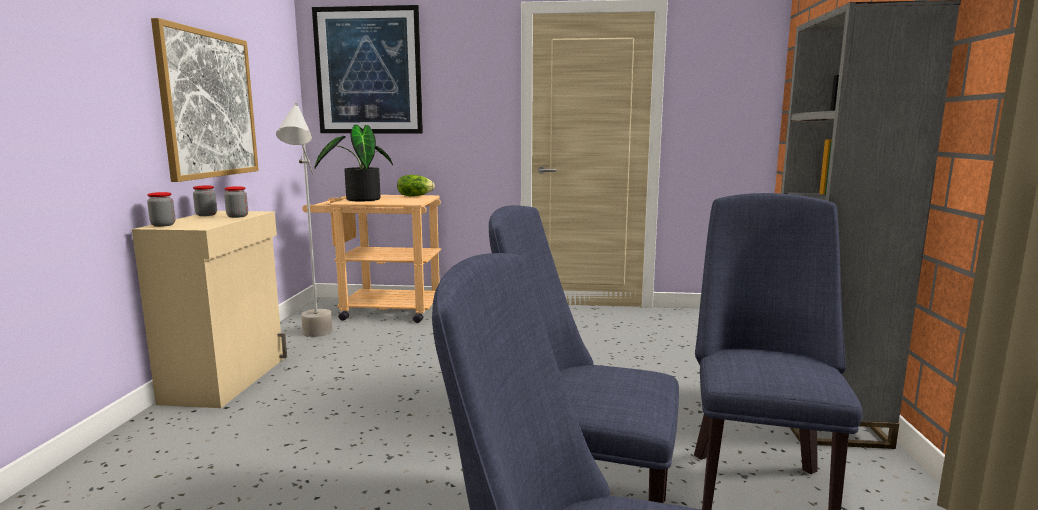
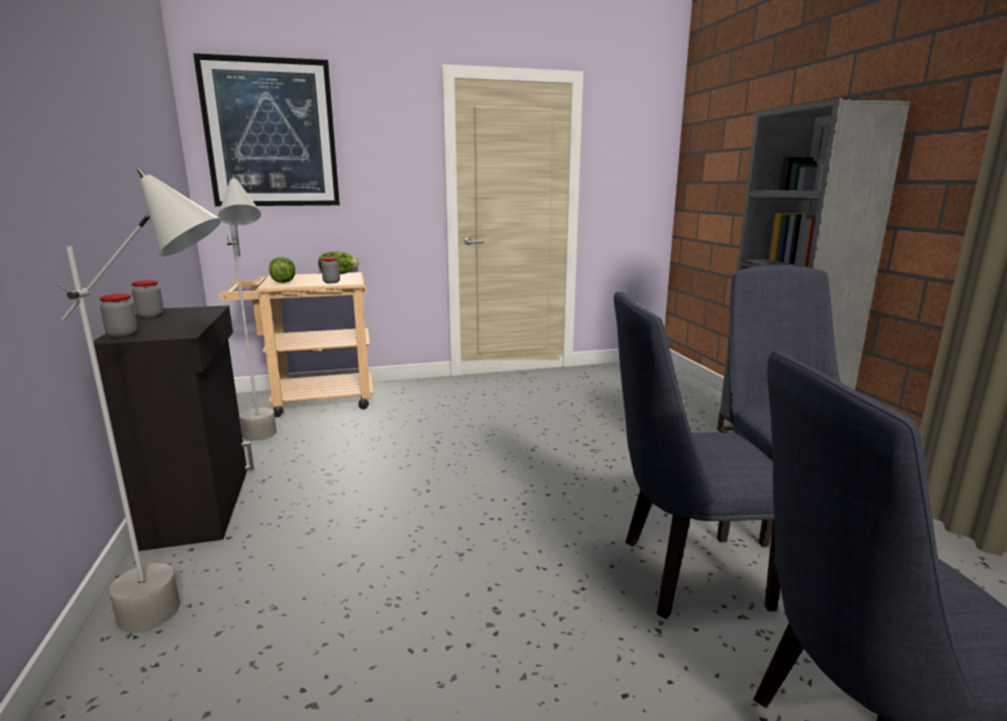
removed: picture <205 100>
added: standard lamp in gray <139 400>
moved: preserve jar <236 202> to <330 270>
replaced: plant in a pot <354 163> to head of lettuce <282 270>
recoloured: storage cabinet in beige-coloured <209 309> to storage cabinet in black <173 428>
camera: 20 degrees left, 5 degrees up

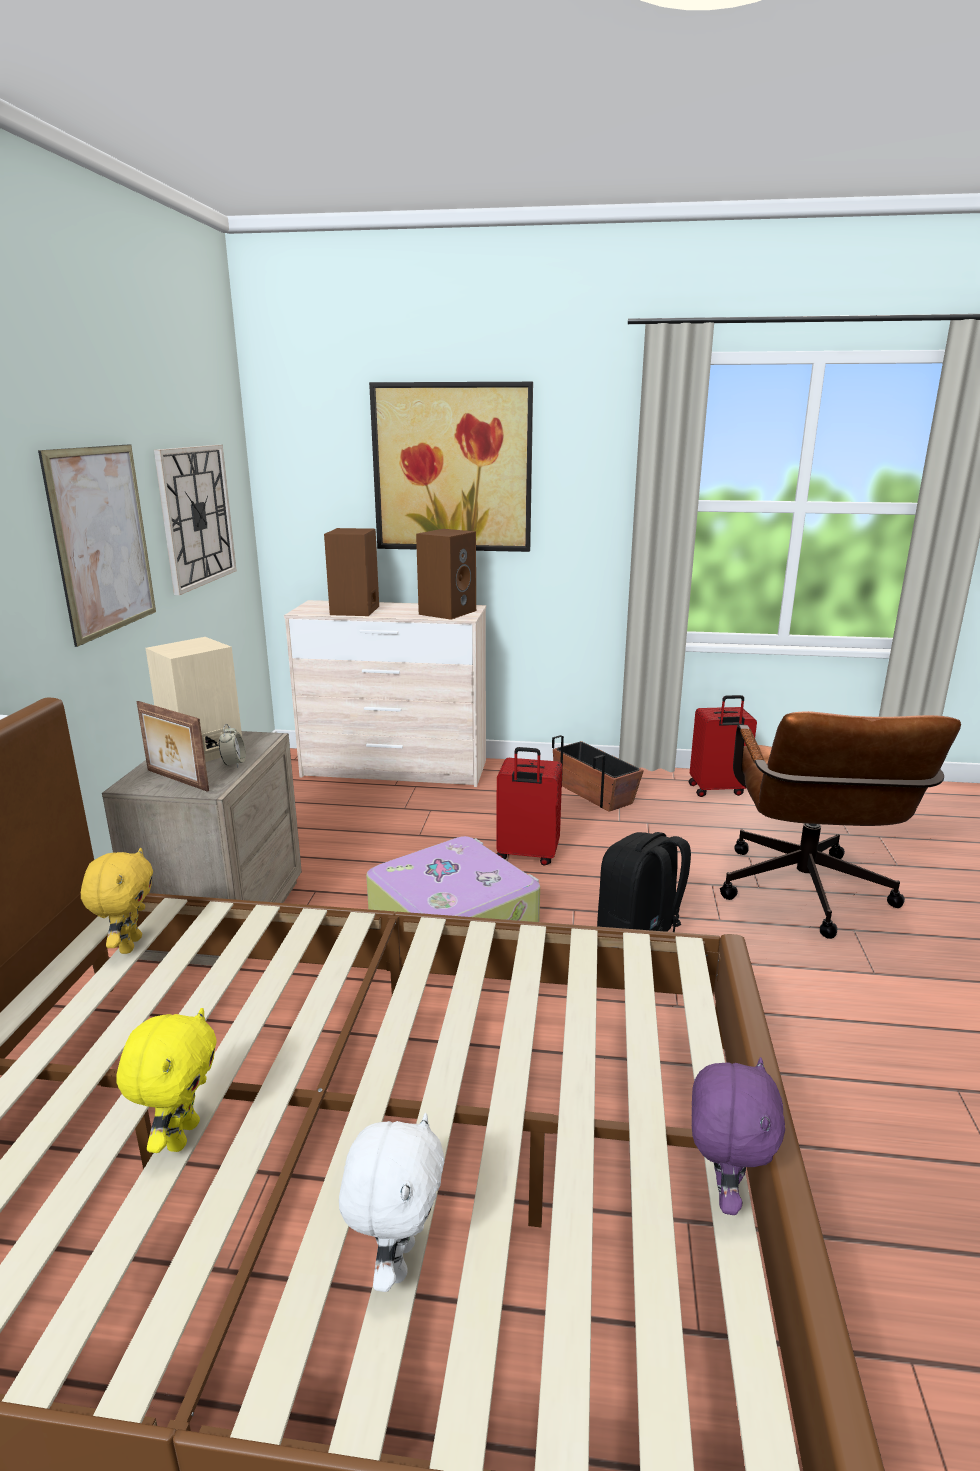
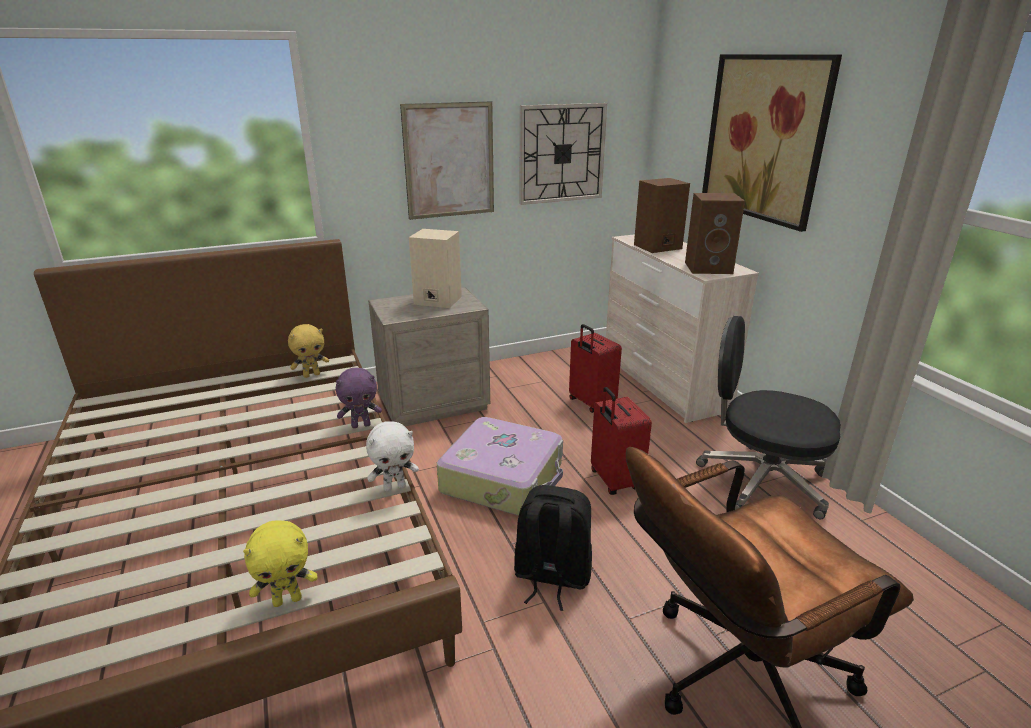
removed: photo frame <172 746>; table clock <232 746>
moved: soft toy in yellow <166 1080> to <280 564>; soft toy in purple <738 1136> to <359 398>; soft toy in whitish <391 1202> to <392 457>; suitcase in red-coloured <723 746> to <595 368>
replaced: flower pot <598 773> to office chair in black <768 417>
camera: 60 degrees right, 5 degrees up

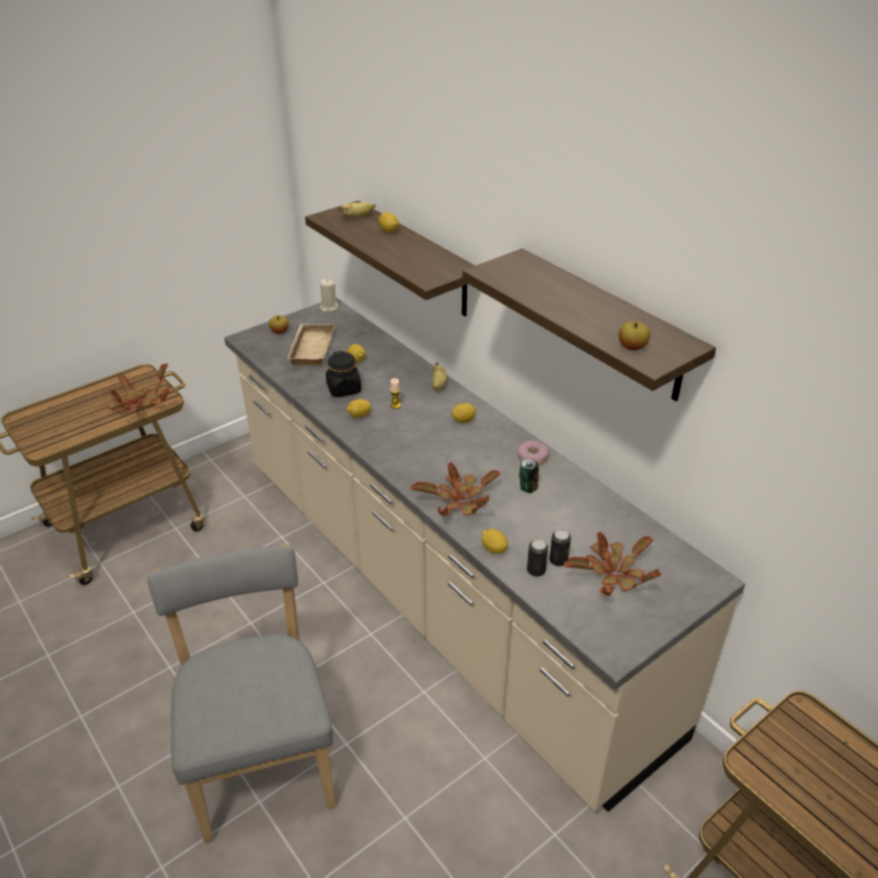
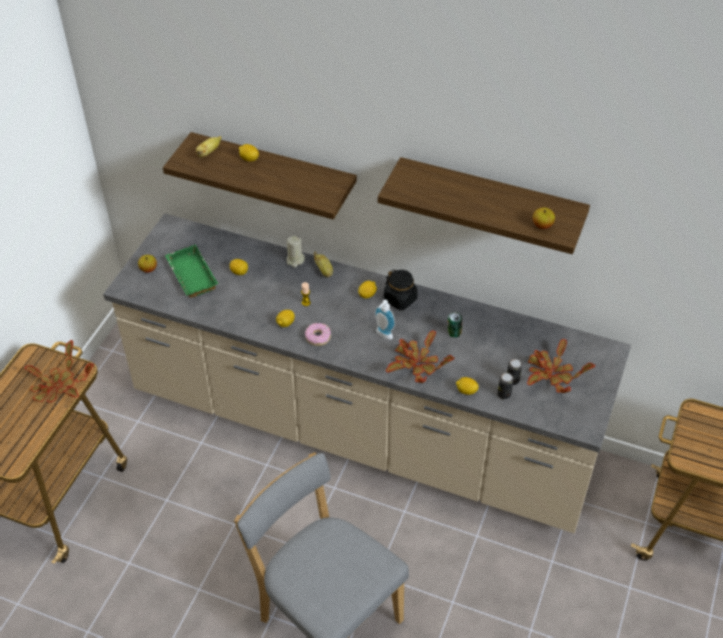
added: soap bottle <385 320>
moved: wax candle in beige-coloured <329 295> to <296 252>; doughnut <533 453> to <318 334>; preserve jar in black <343 374> to <401 290>
recoloured: carrying tray in beige-coloured <311 345> to carrying tray in greenish <191 271>
camera: 30 degrees left, 10 degrees up

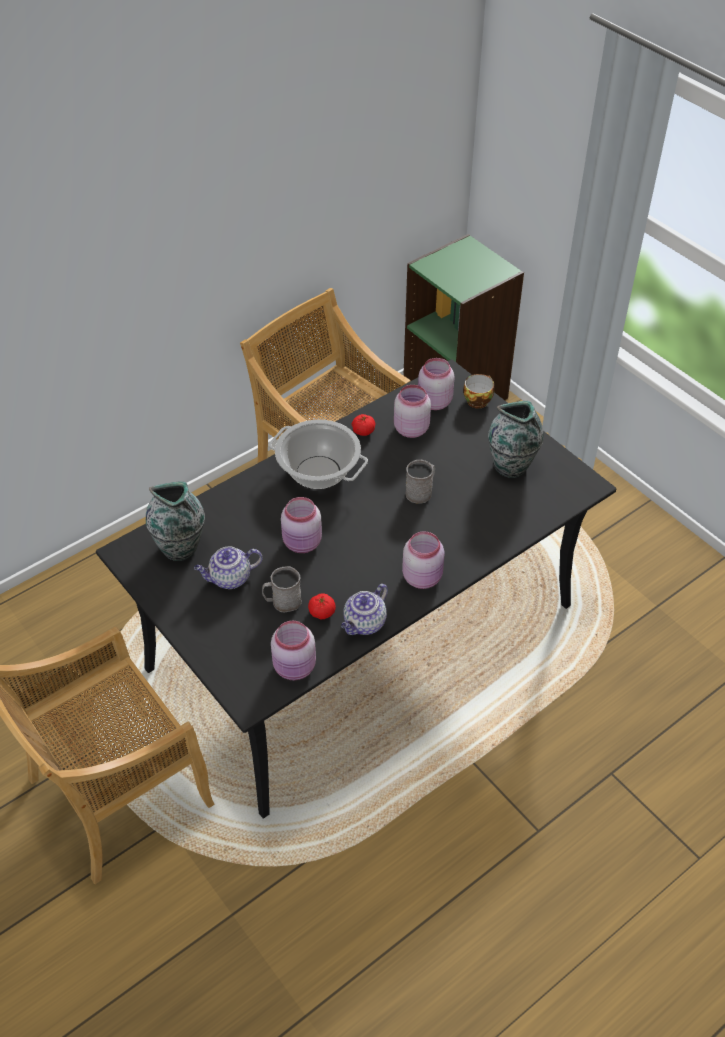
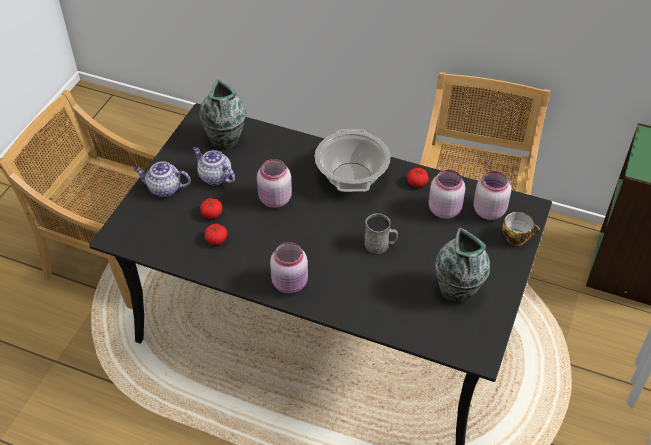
removed: preserve jar in pink <293 650>
moved: tea pot <364 609> to <162 179>
replaced: coffee mug in gray <282 589> to fresh tomato <211 208>
camera: 60 degrees right, 0 degrees up

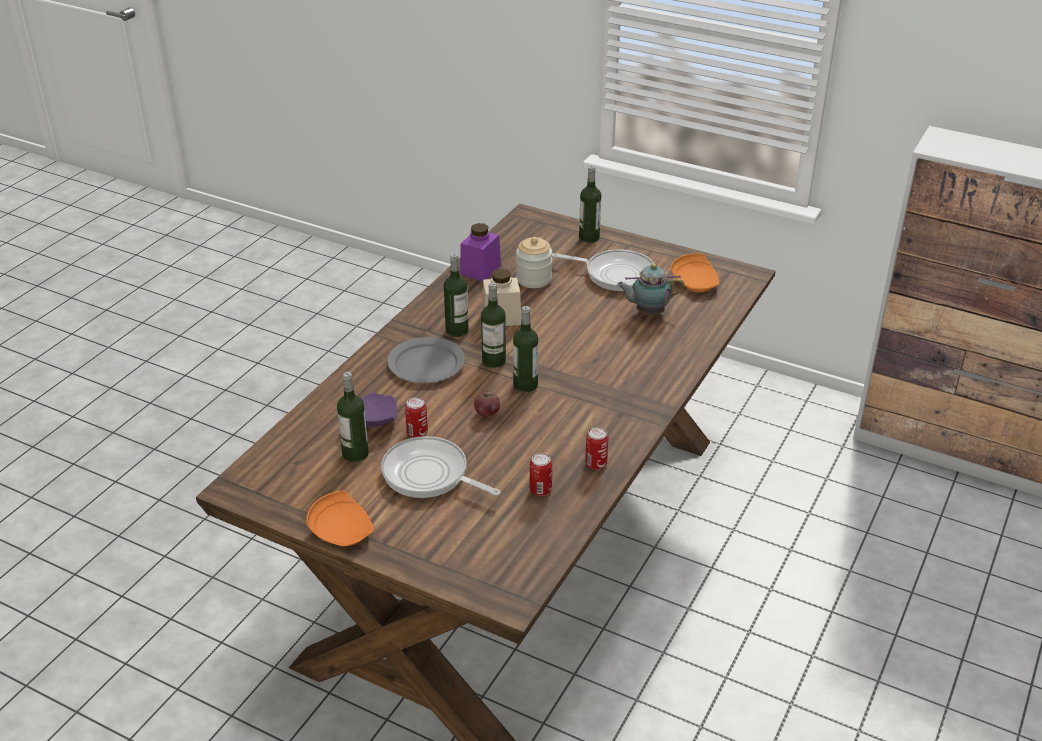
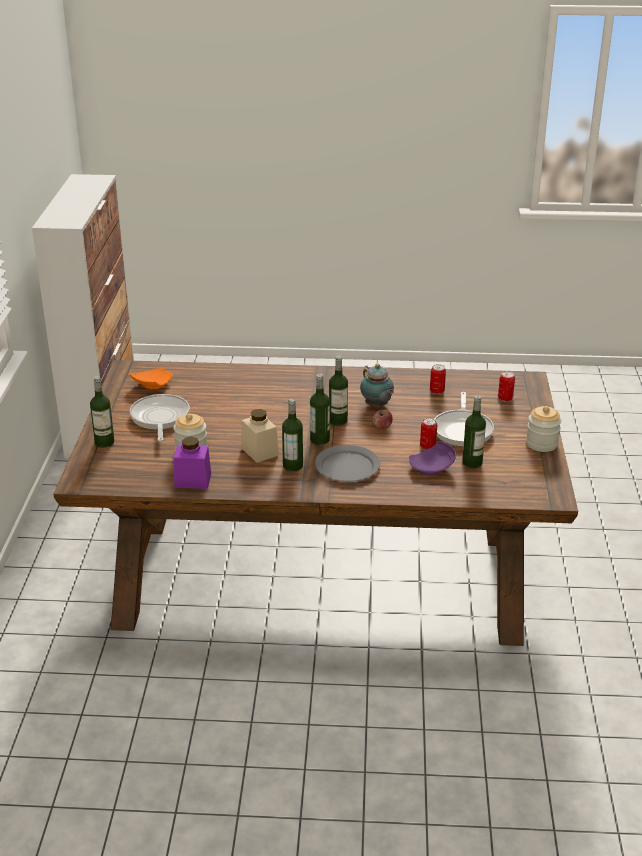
moved: tea pot <651 289> to <377 385>; metal can <596 448> to <506 386>
replaced: dinner plate in orange-coloured <339 518> to preserve jar <543 429>
camera: 115 degrees left, 5 degrees down

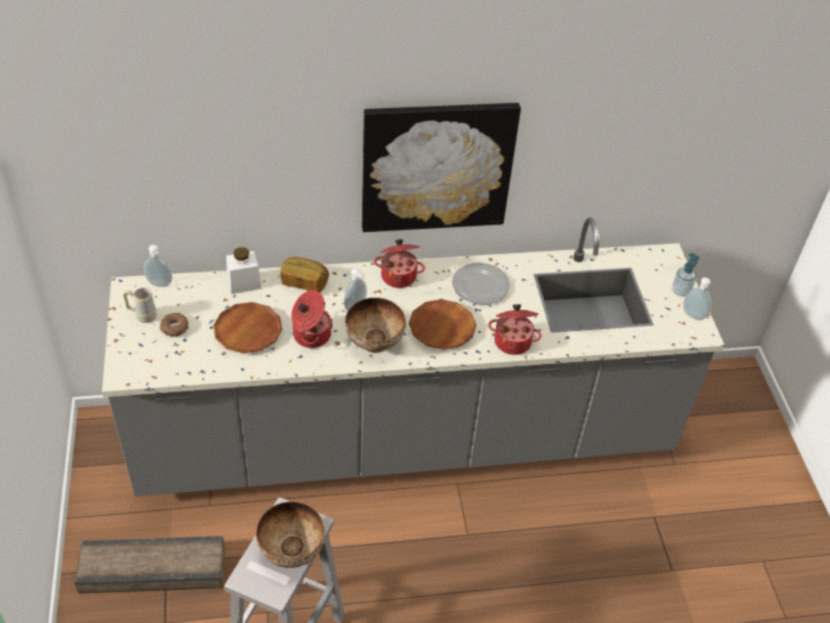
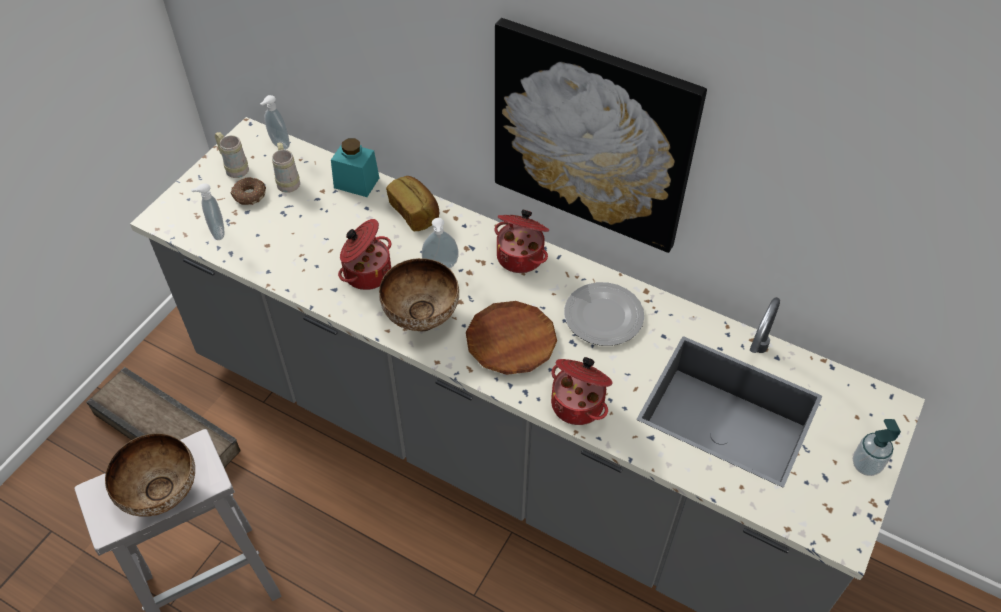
removed: dinner plate in brown <247 328>
added: coffee mug in beige-coloured <286 167>
moved: soap bottle <697 299> to <208 211>
recoloured: preserve jar in whitish <243 270> to preserve jar in turquoise <355 167>
camera: 40 degrees right, 5 degrees up

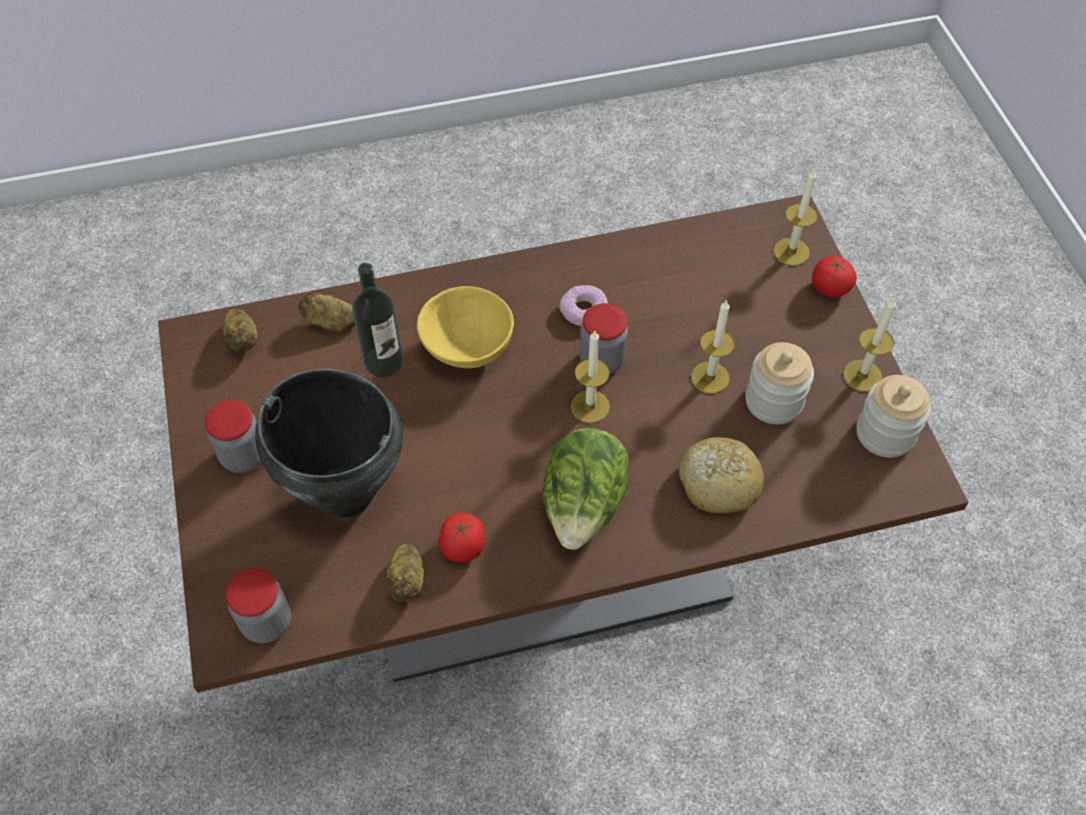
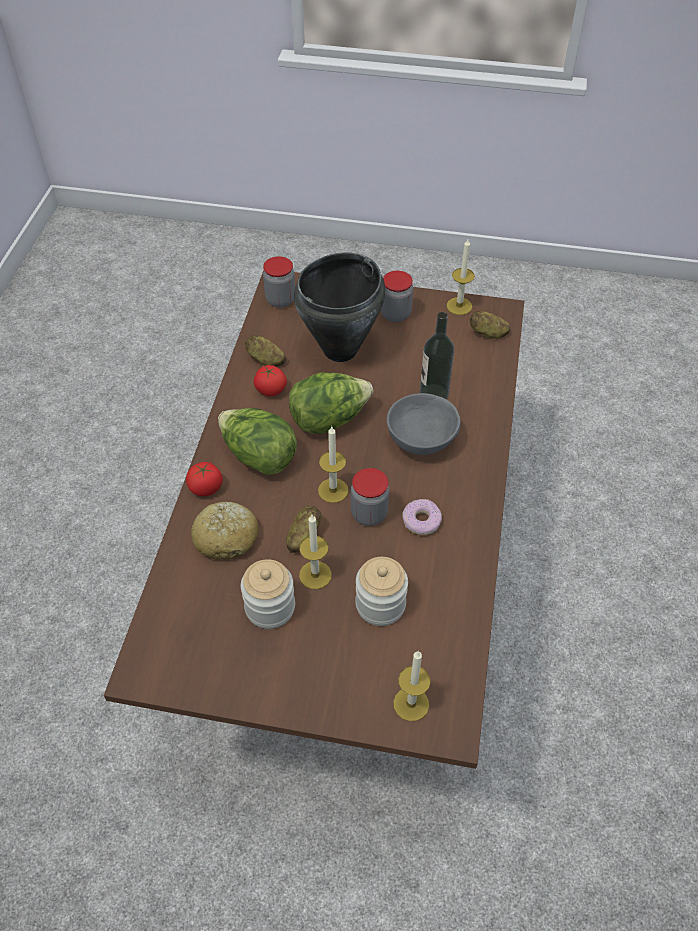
added: head of lettuce <331 403>
moved: fresh tomato <834 276> to <204 479>; whole potato <327 311> to <304 529>; preserve jar <893 416> to <381 591>; wax candle <869 345> to <461 277>
recoloured: serving bowl in yellow <465 327> to serving bowl in gray <424 424>
camera: 115 degrees right, 5 degrees down

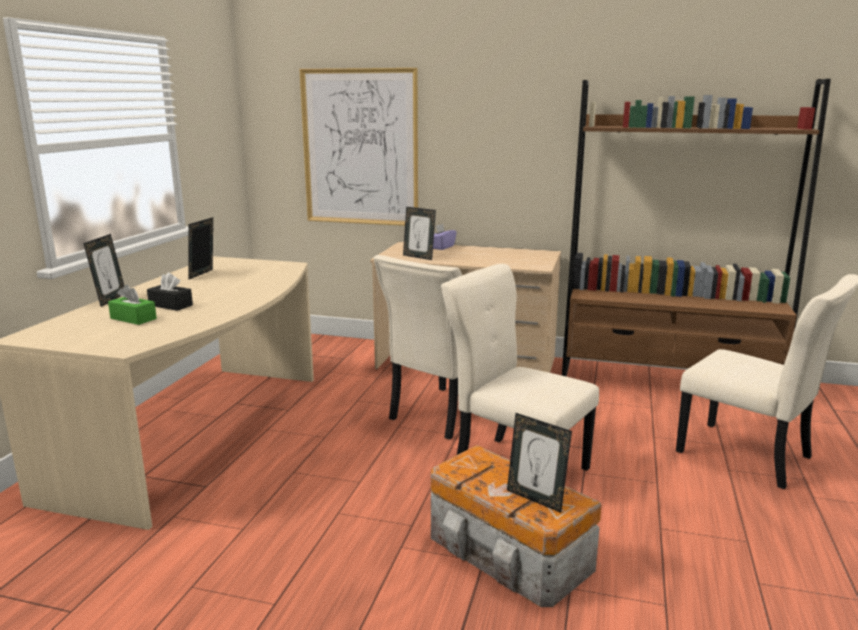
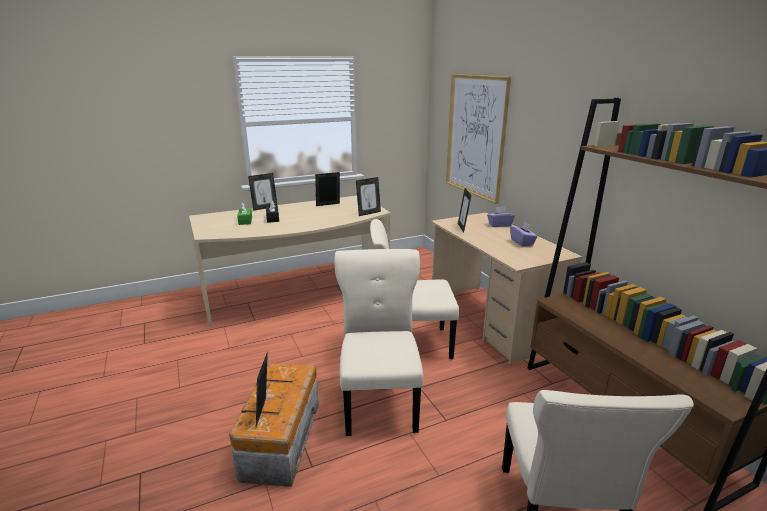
added: photo frame <368 196>; tissue box in purple <523 234>
camera: 50 degrees right, 5 degrees up

